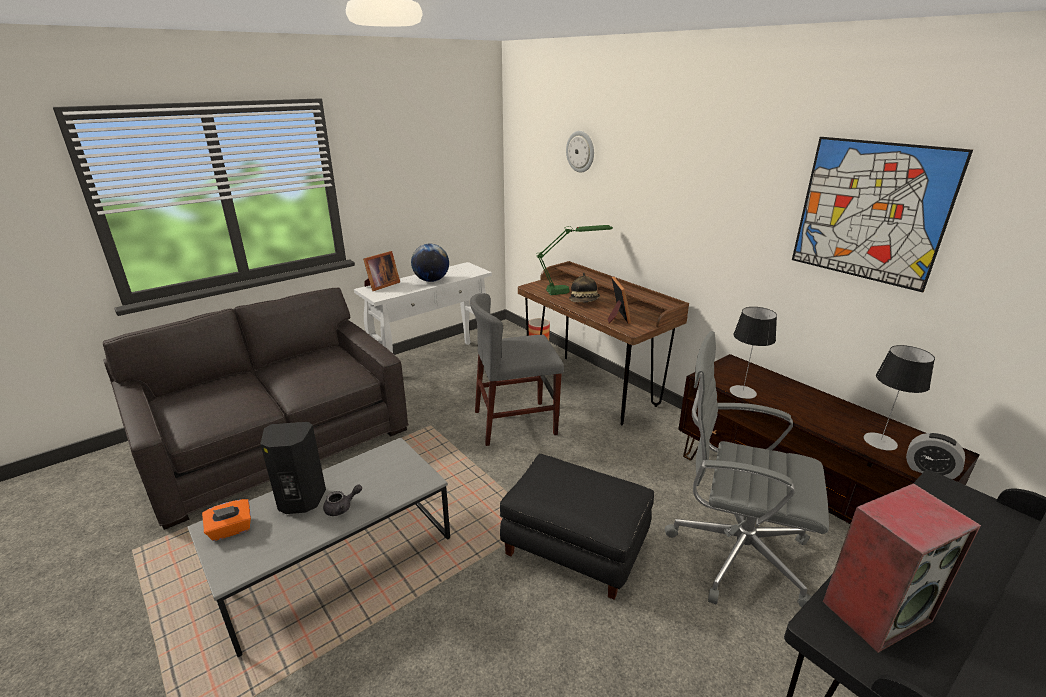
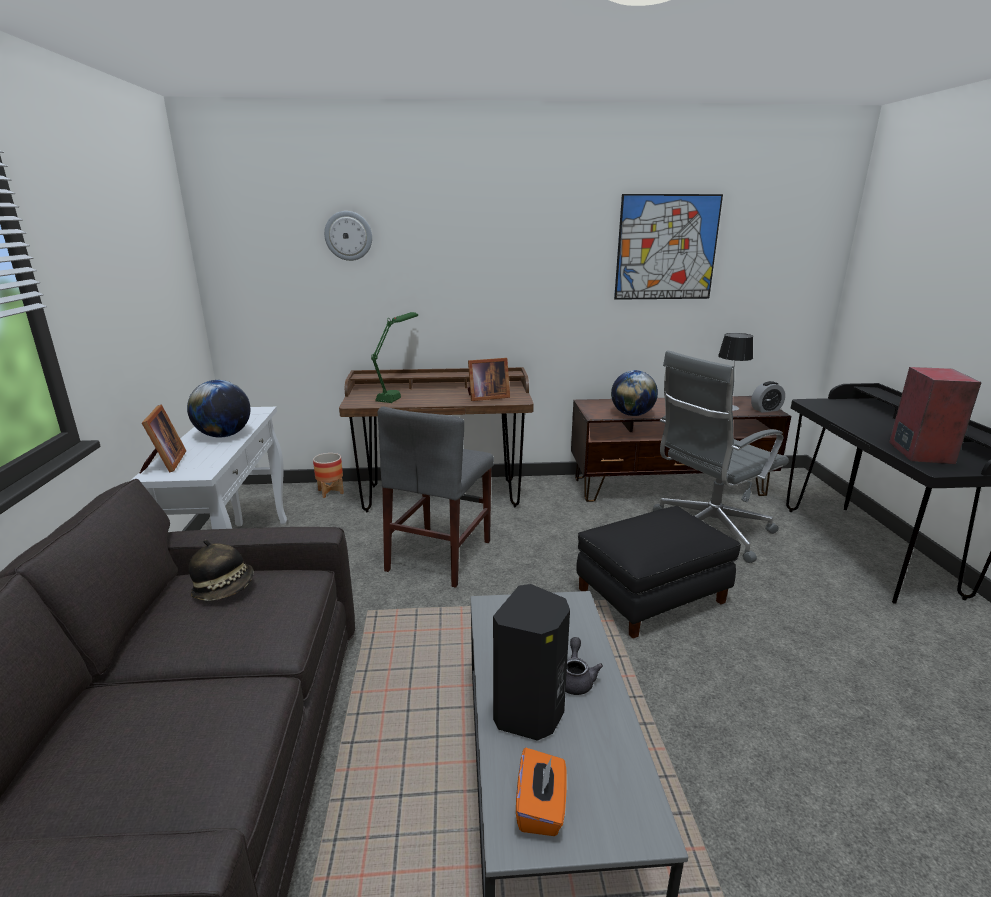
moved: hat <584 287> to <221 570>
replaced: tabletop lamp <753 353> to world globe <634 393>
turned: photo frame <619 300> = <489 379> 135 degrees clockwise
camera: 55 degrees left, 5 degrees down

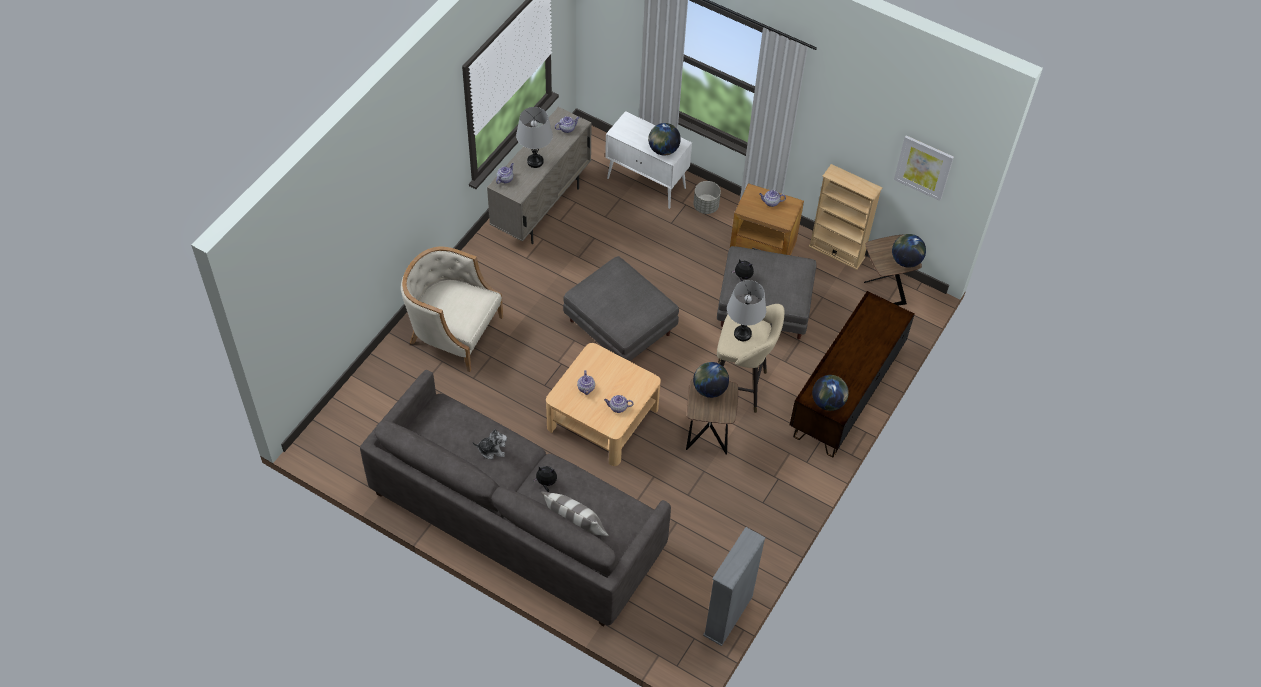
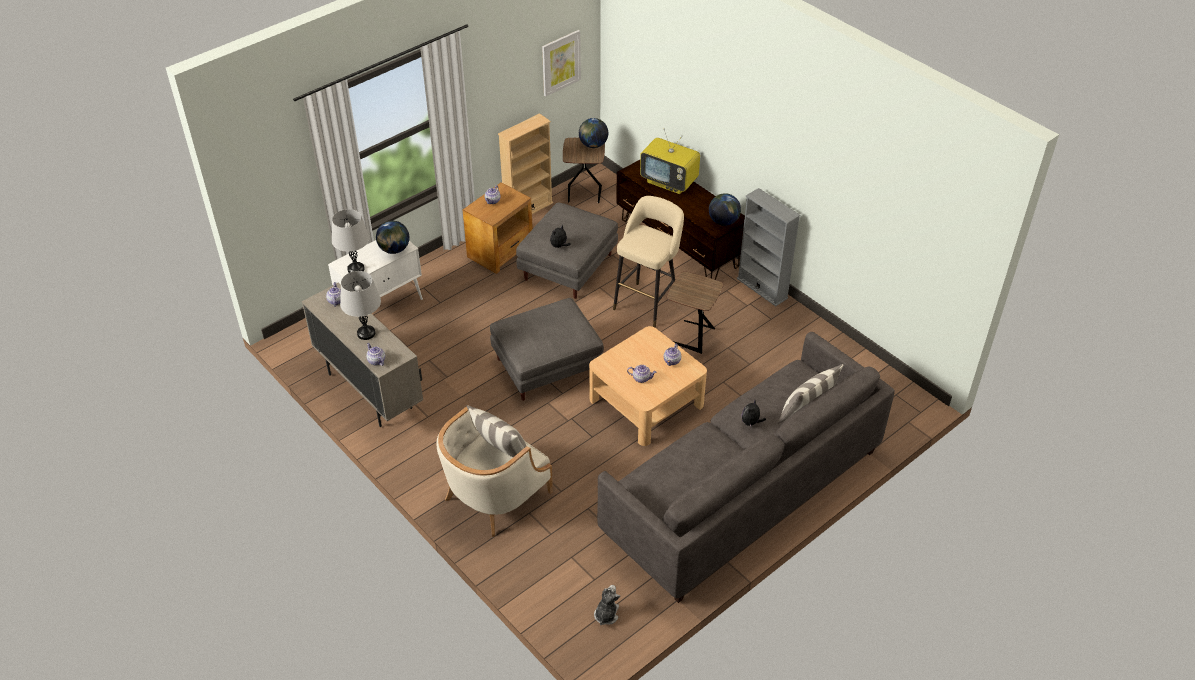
removed: flower pot in gray <707 197>; world globe <711 380>
added: cushion <500 433>; television <670 162>
moved: tabletop lamp in gray <746 310> to <350 241>; soft toy <490 444> to <607 605>; bookshelf in gray <734 586> to <769 247>
camera: 70 degrees left, 10 degrees down

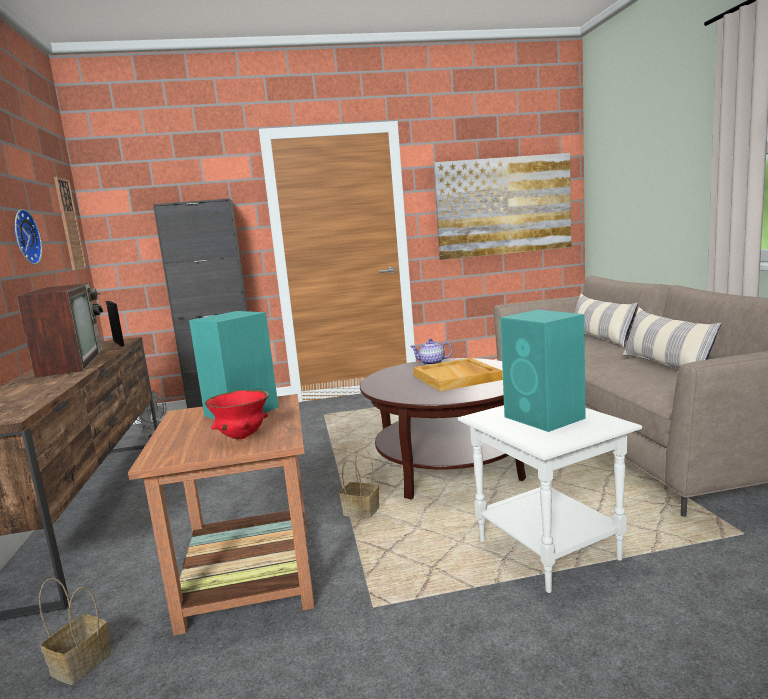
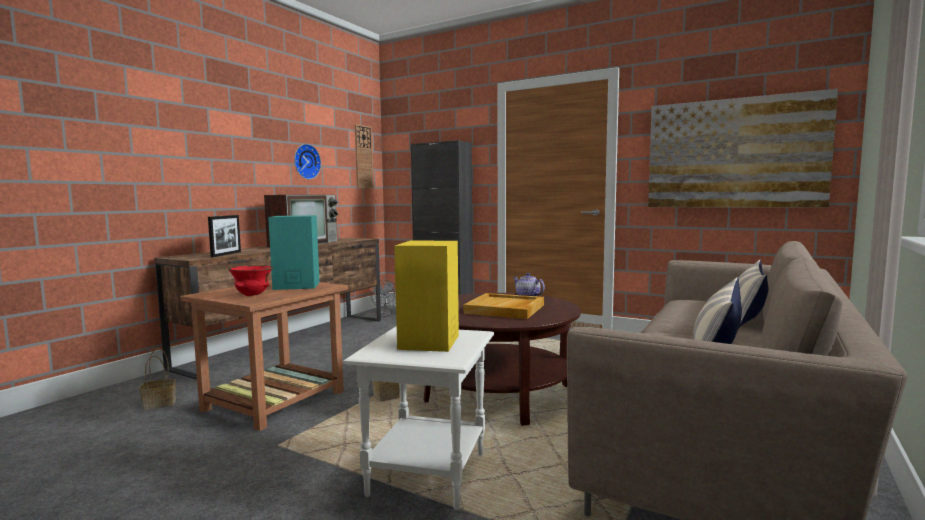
moved: photo frame <115 324> to <224 236>
recoloured: speaker in turquoise <543 371> to speaker in yellow <426 296>
camera: 40 degrees right, 5 degrees down

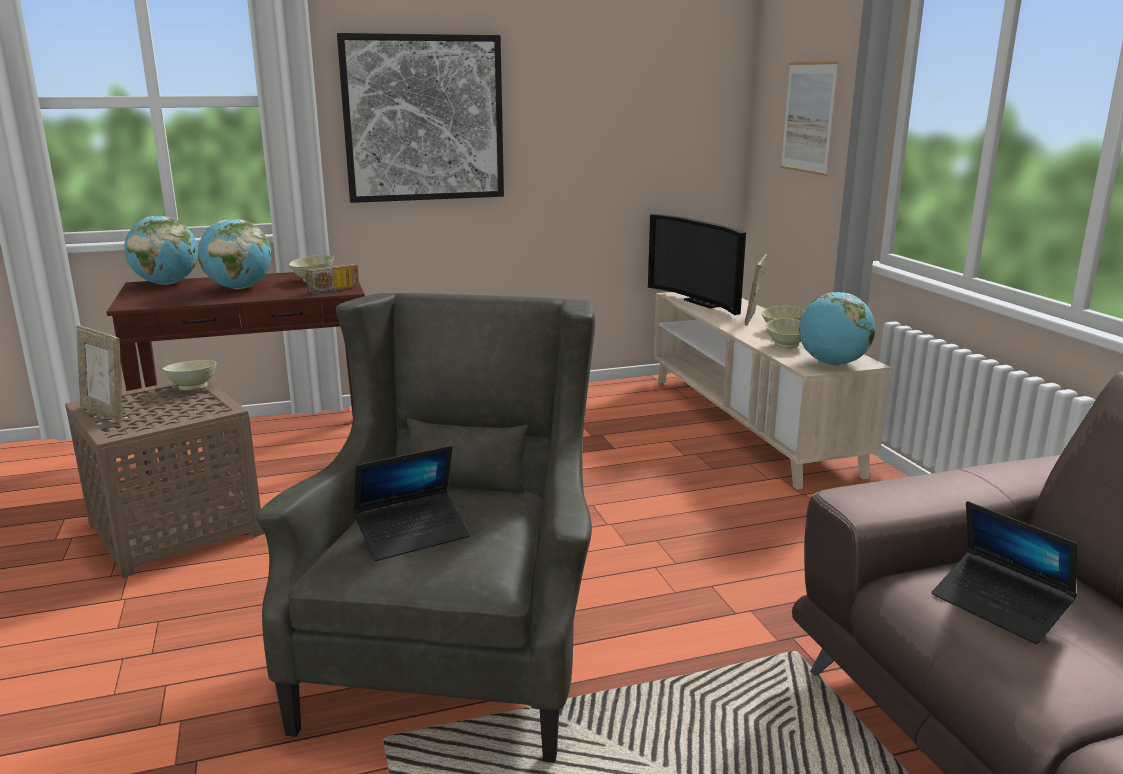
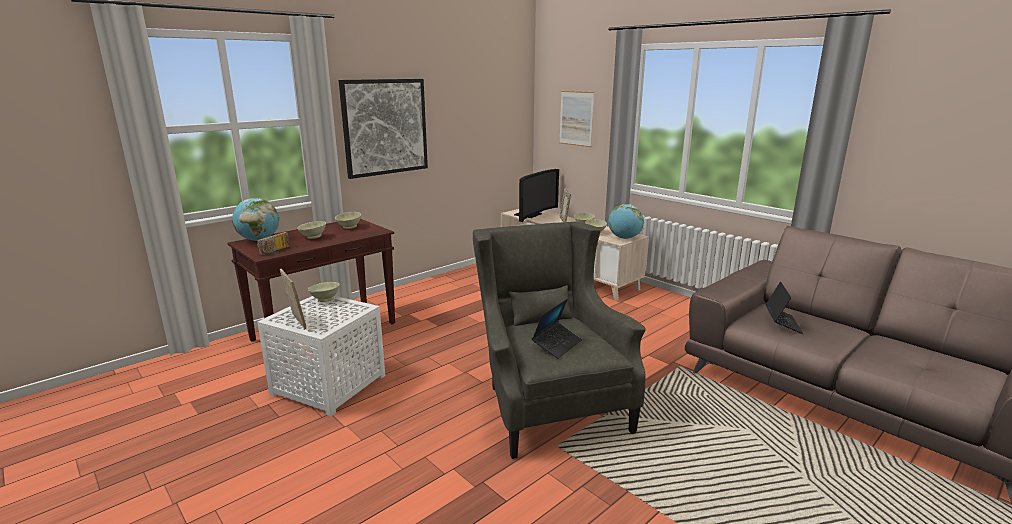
moved: radio <332 279> to <273 243>
replaced: world globe <235 254> to serving bowl in beige-coloured <311 230>
recoloured: accent table in brown <164 479> to accent table in whitish <321 356>
turned: photo frame <99 374> = <293 299> 135 degrees counterclockwise; television <697 264> = <536 195> 90 degrees counterclockwise; laptop <1004 572> = <784 308> 105 degrees counterclockwise
camera: 25 degrees left, 0 degrees up

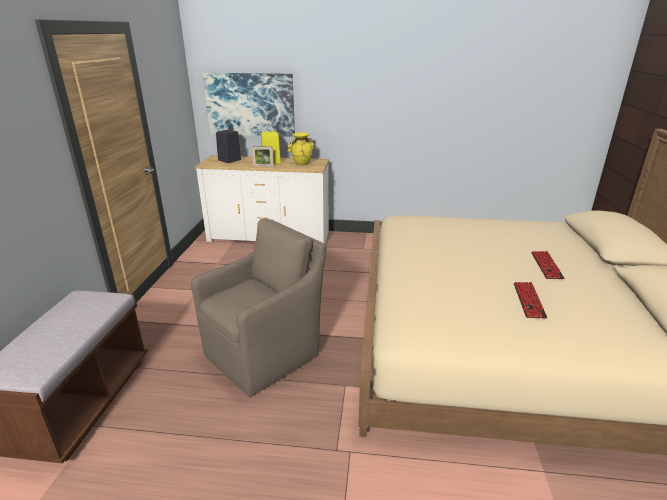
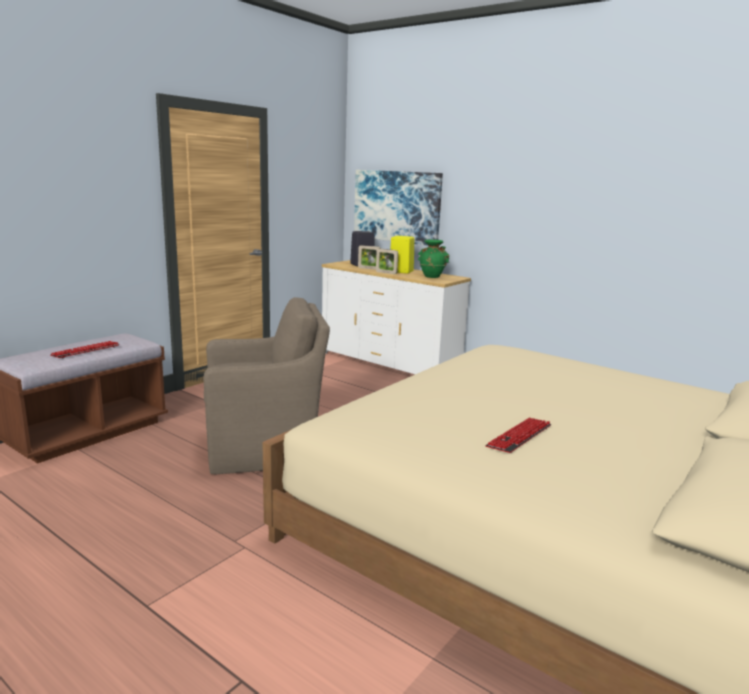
added: photo frame <369 257>
moved: keyboard <547 265> to <85 350>
recoloured: flower vase in yellow <301 148> to flower vase in greenish <433 259>
camera: 30 degrees right, 10 degrees down

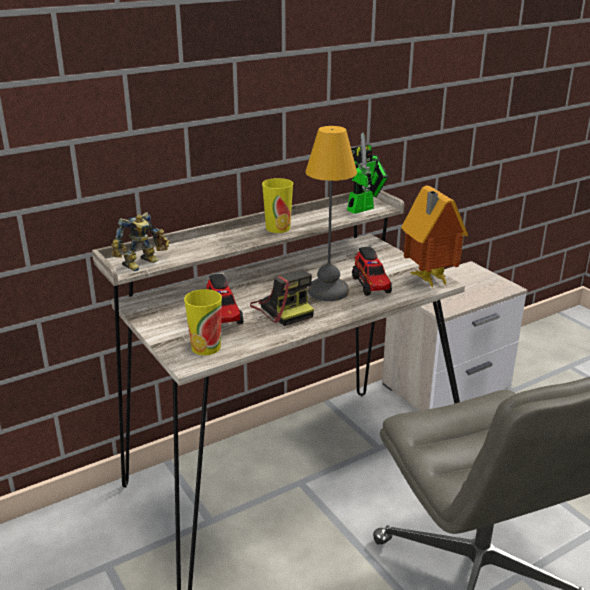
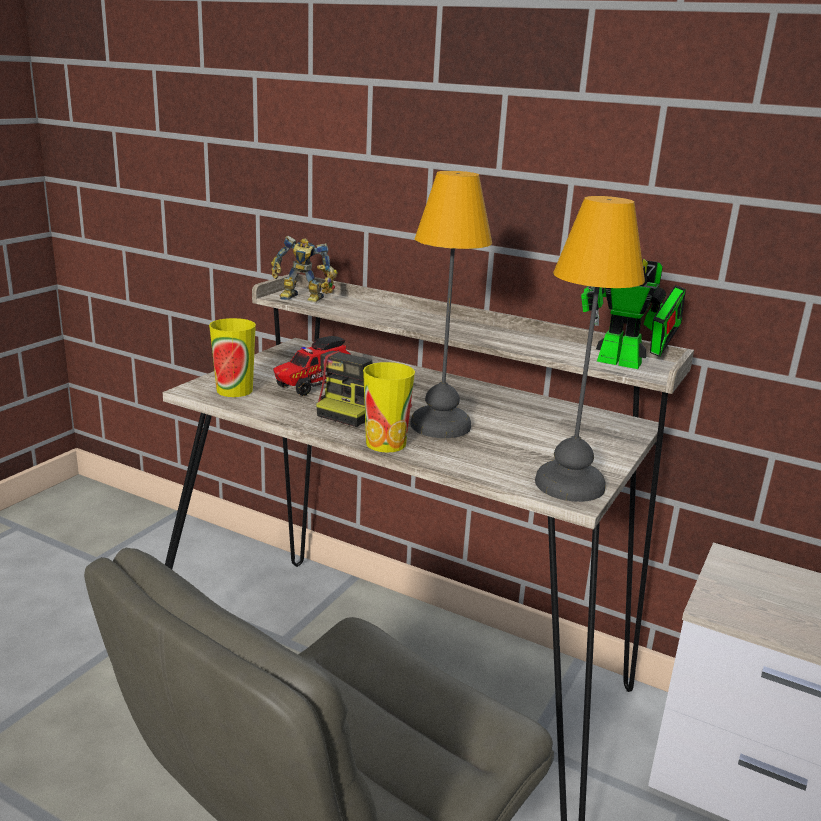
removed: model truck <372 271>
moved: cup <277 205> to <389 407>
replaced: toy house <434 236> to tabletop lamp <590 349>
camera: 60 degrees right, 5 degrees down

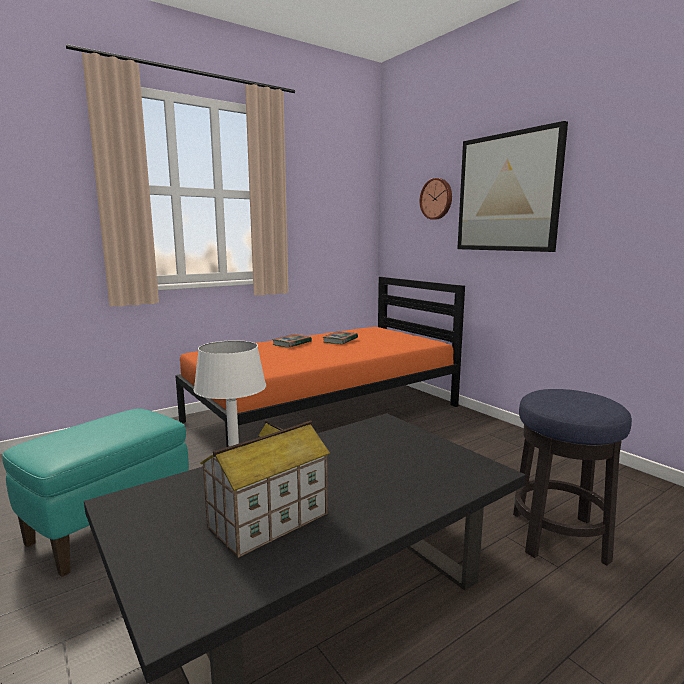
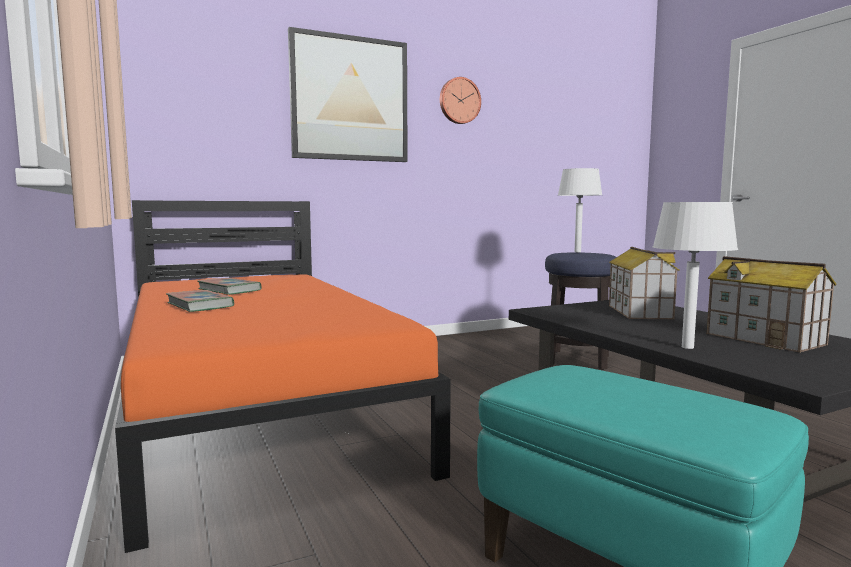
added: tabletop lamp in whitish <580 210>; toy house <644 283>
moved: wall clock <435 199> to <460 100>
camera: 80 degrees left, 5 degrees down

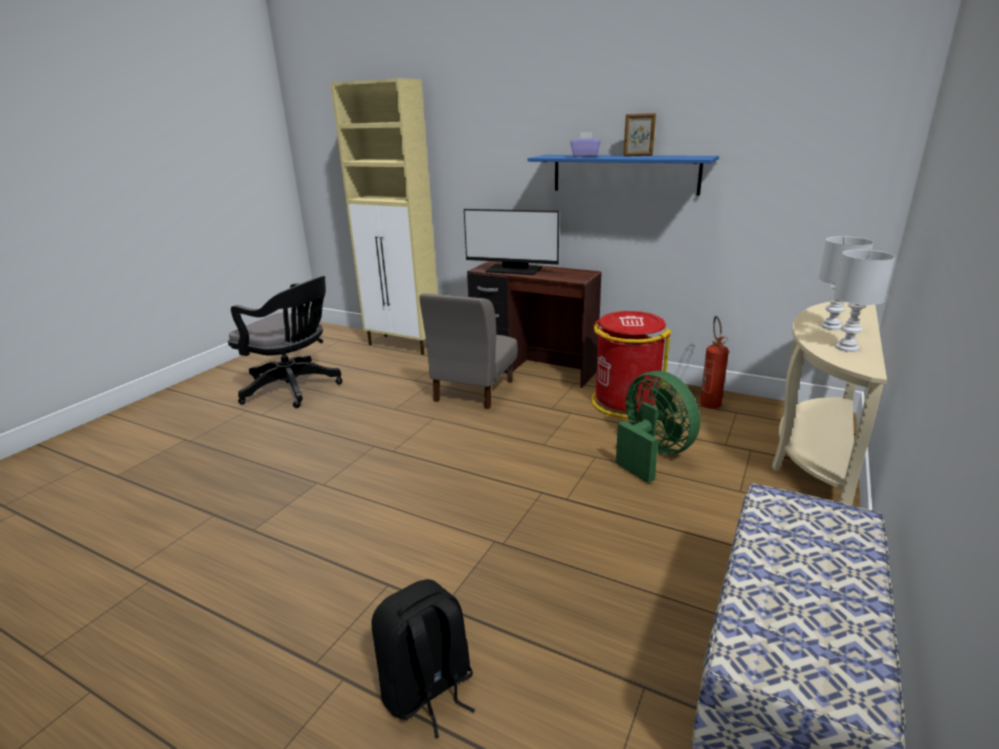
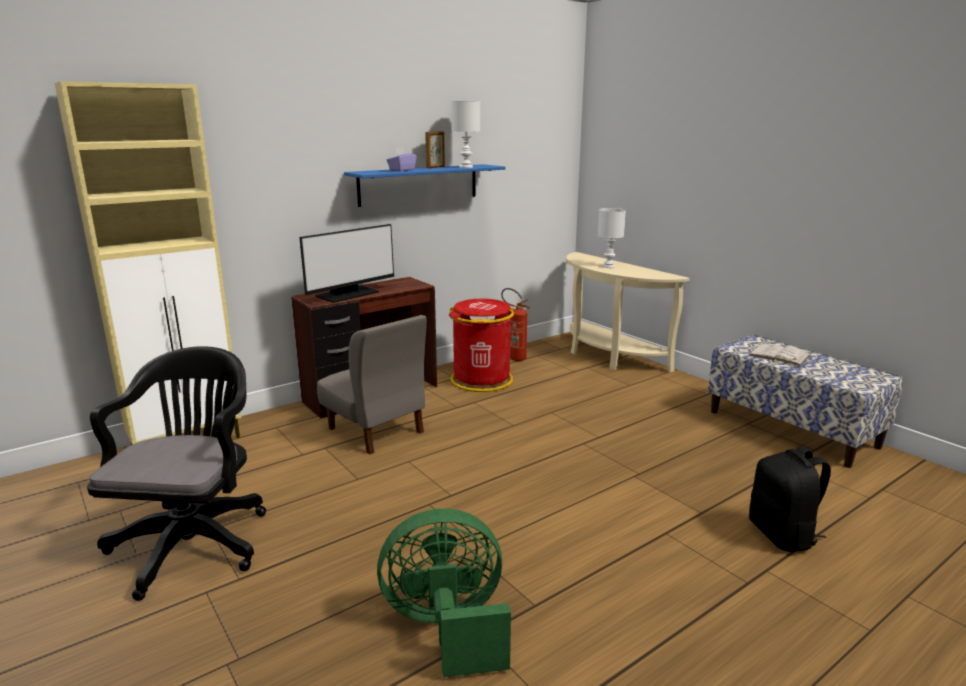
added: bound book in whitish <780 355>
moved: cooling fan in greenish <658 427> to <444 593>; tabletop lamp in whitish <864 301> to <465 134>
turned: office chair in black <285 342> = <176 473> 45 degrees counterclockwise
camera: 65 degrees left, 5 degrees down

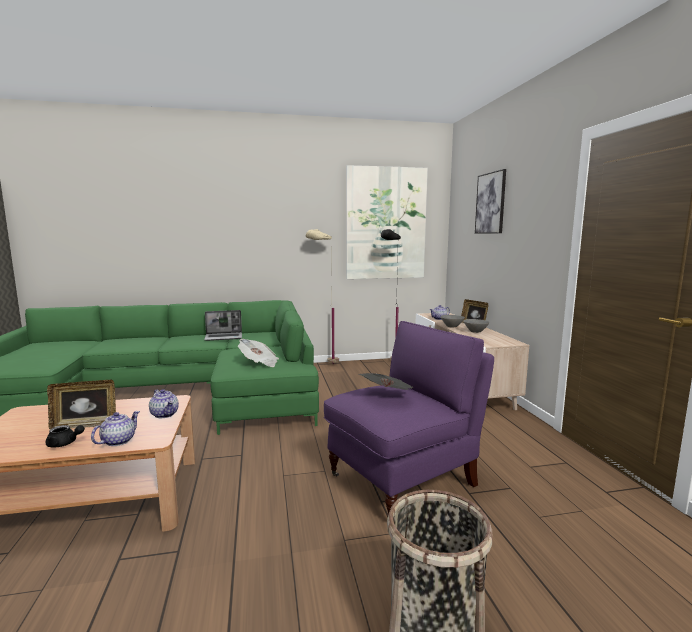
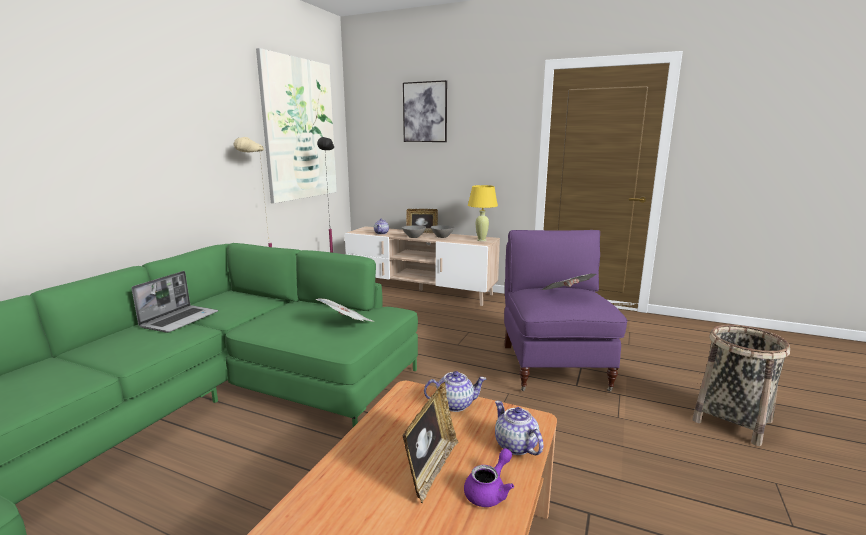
added: tabletop lamp in yellow <483 213>
recoloured: tea pot in black <65 436> to tea pot in purple <489 477>
camera: 55 degrees left, 5 degrees up

